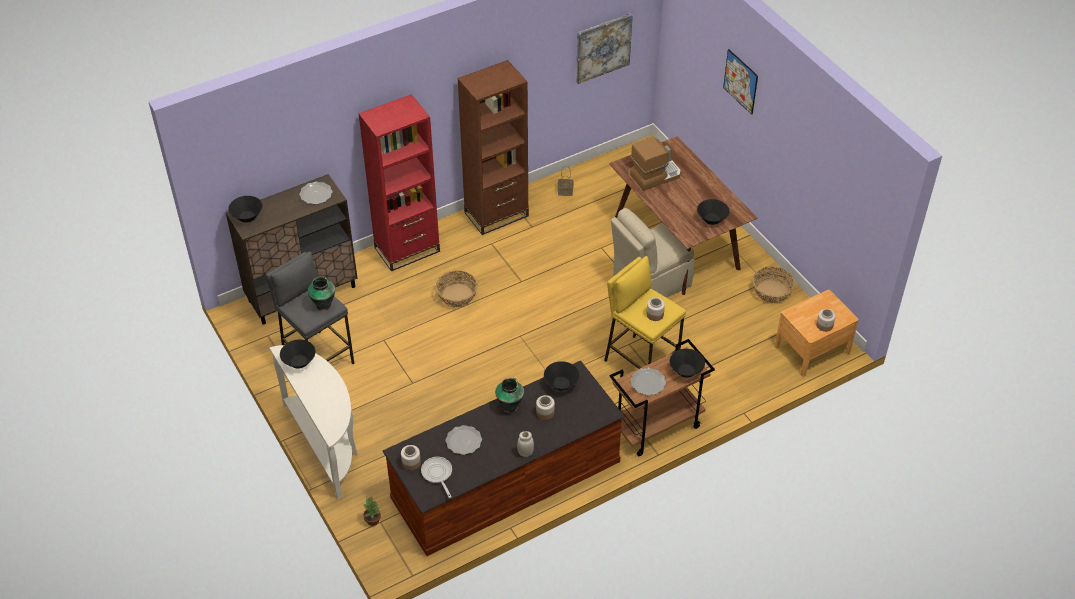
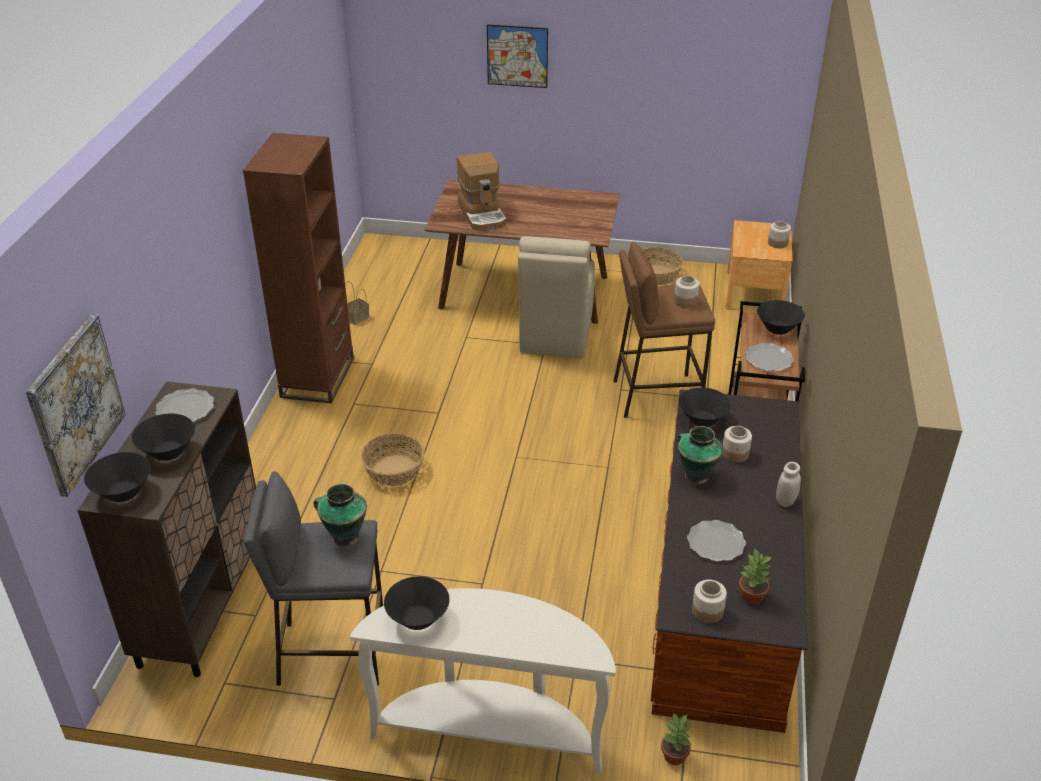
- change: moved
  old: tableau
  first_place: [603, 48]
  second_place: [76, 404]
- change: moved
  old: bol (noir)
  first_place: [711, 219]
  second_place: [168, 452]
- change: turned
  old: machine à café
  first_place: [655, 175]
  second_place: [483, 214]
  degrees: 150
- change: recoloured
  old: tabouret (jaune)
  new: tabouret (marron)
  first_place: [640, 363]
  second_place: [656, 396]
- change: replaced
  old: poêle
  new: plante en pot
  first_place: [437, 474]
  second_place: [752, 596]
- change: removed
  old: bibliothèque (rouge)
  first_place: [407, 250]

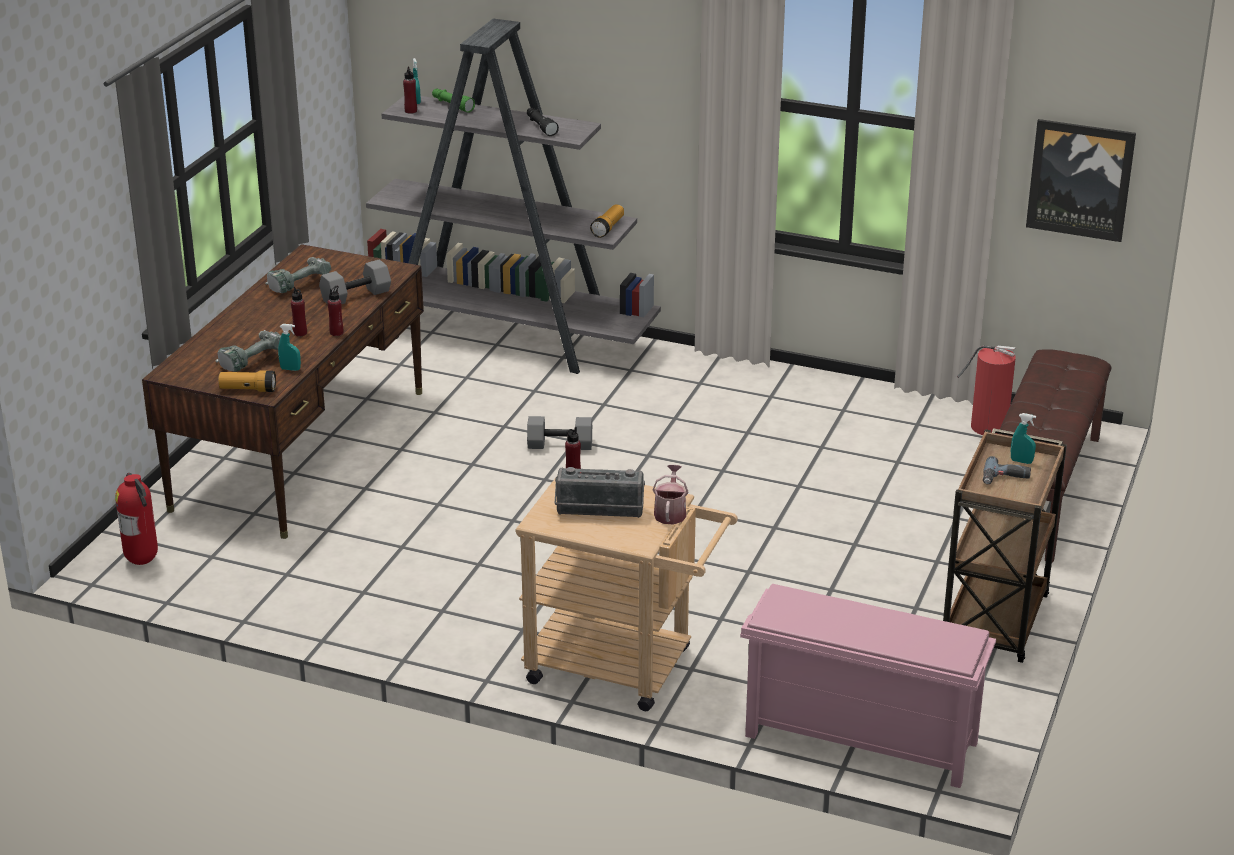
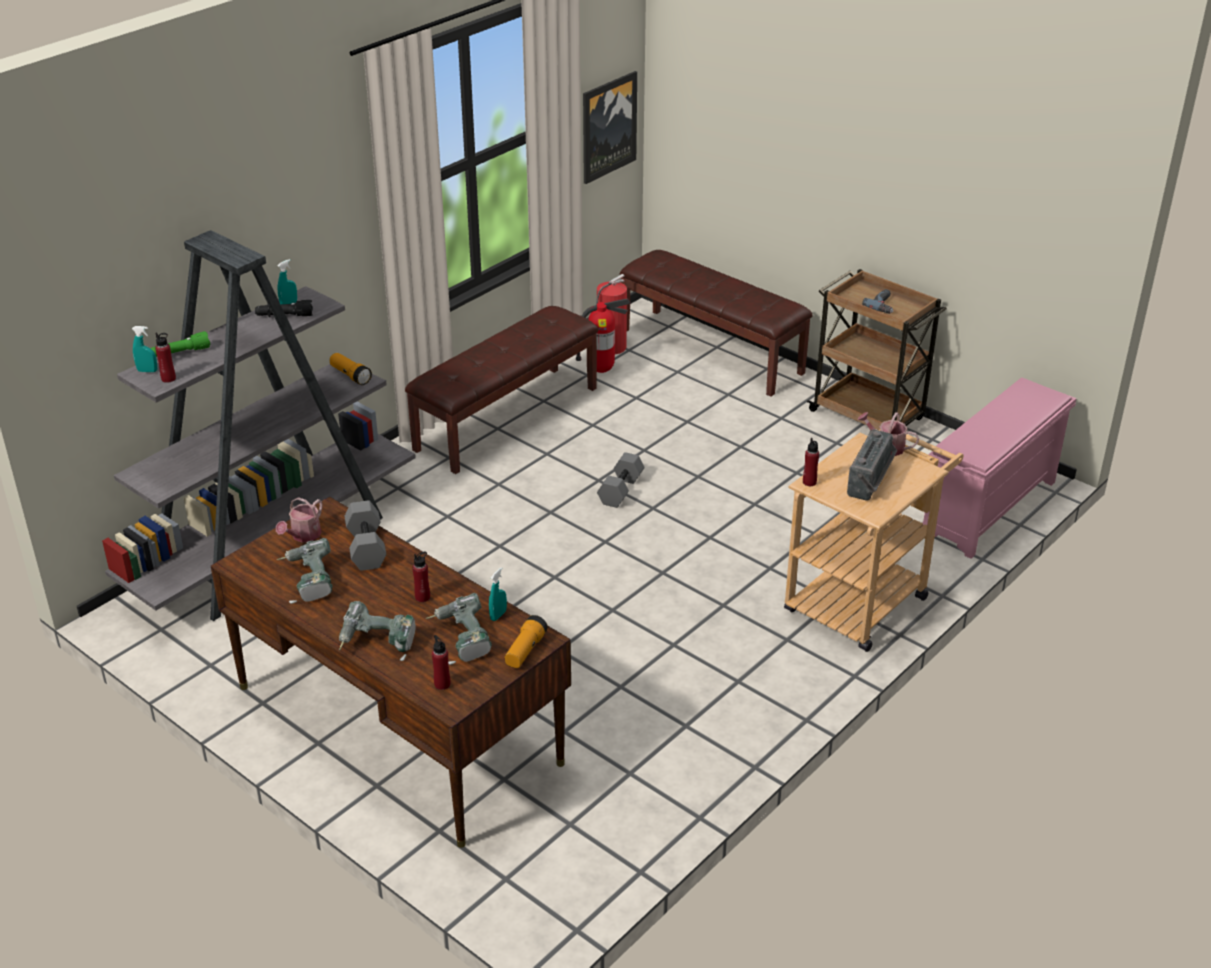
- change: added
  new: arrosoir
  second_place: [303, 536]
- change: moved
  old: vaporisateur (turquoise)
  first_place: [1021, 461]
  second_place: [289, 304]
- change: added
  new: perceuse
  second_place: [377, 644]
- change: added
  new: banc (marron)
  second_place: [506, 418]
- change: moved
  old: bouteille (rouge)
  first_place: [336, 332]
  second_place: [442, 684]
- change: moved
  old: extincteur
  first_place: [143, 561]
  second_place: [601, 370]
- change: moved
  old: haltère (gris)
  first_place: [559, 445]
  second_place: [621, 491]

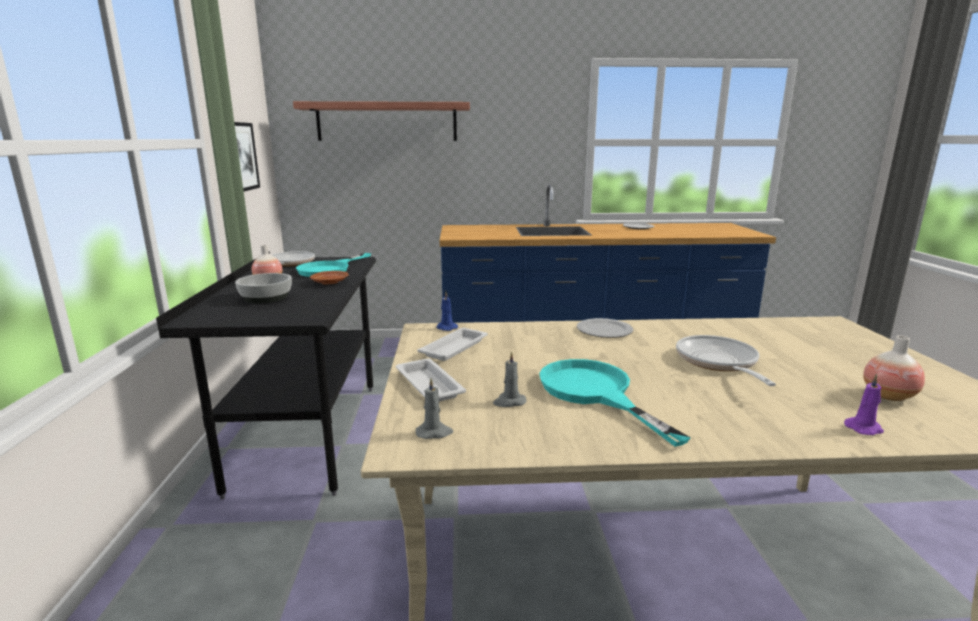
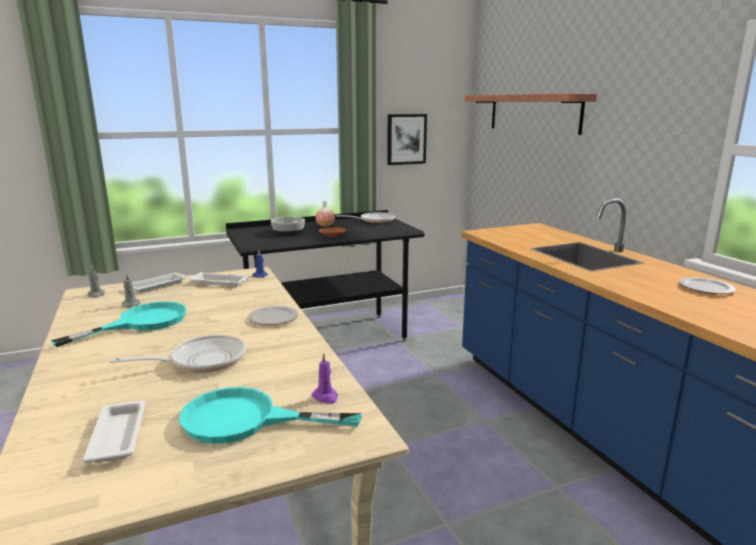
- change: replaced
  old: vase
  new: plateau (blanc)
  first_place: [888, 396]
  second_place: [118, 435]
- change: moved
  old: poêle (turquoise)
  first_place: [330, 269]
  second_place: [246, 420]
- change: moved
  old: bougie (violet)
  first_place: [864, 428]
  second_place: [325, 397]

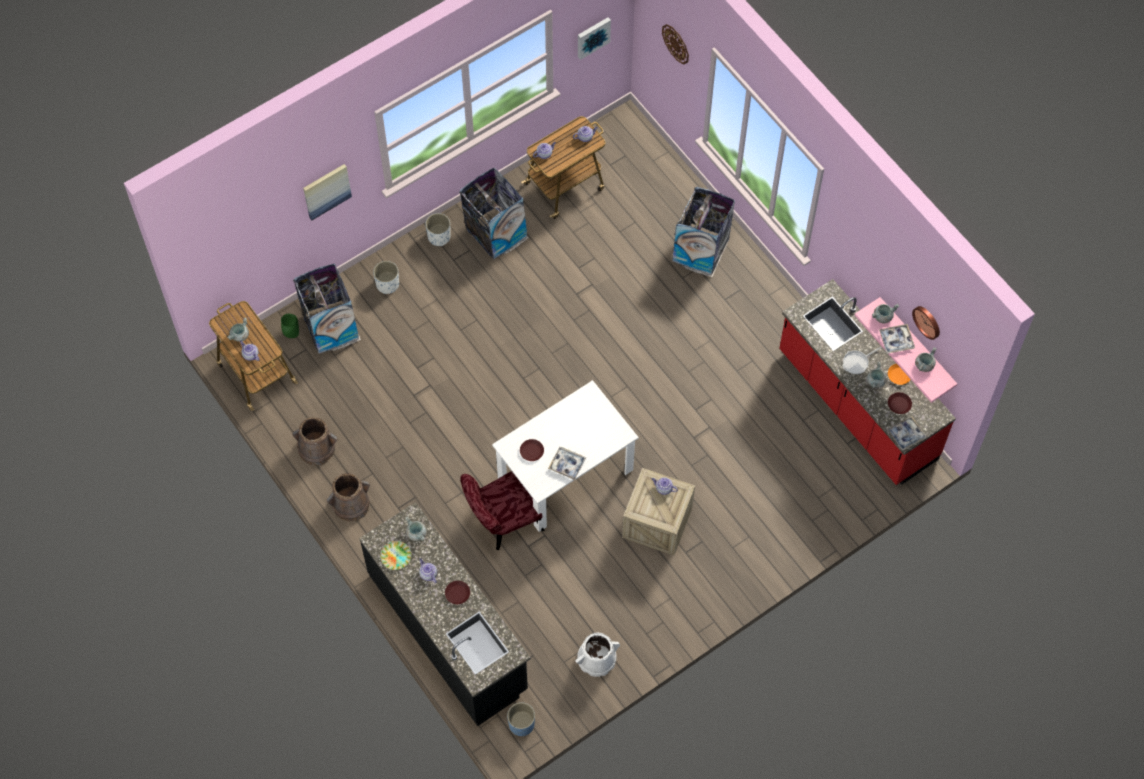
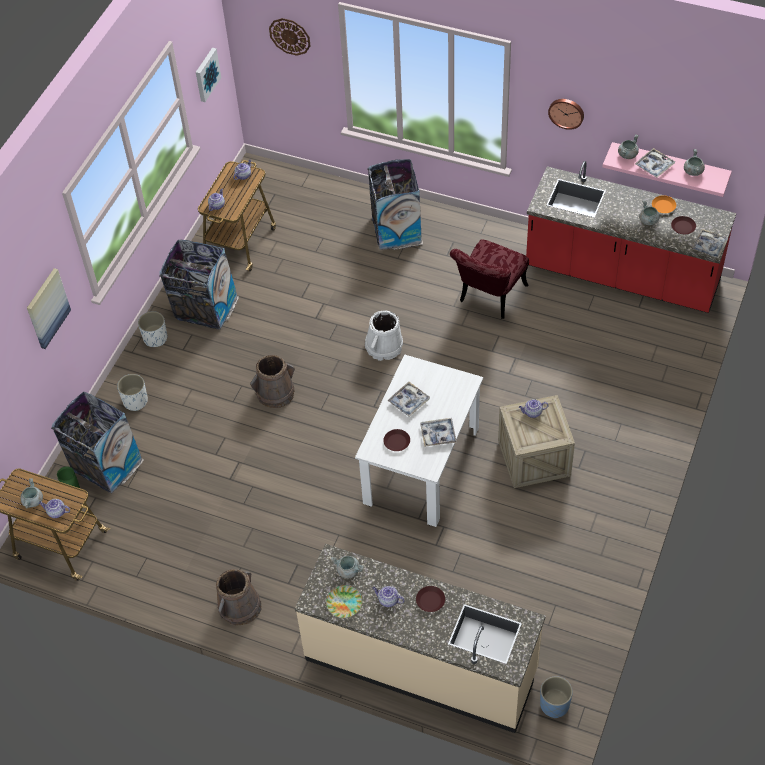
- change: moved
  old: seau (marron)
  first_place: [317, 448]
  second_place: [275, 392]
- change: recoloured
  old: comptoir de cuisine (noir)
  new: comptoir de cuisine (beige)
  first_place: [449, 632]
  second_place: [421, 664]
- change: moved
  old: seau (blanc)
  first_place: [596, 659]
  second_place: [384, 346]
- change: added
  new: plateau
  second_place: [409, 401]
- change: moved
  old: chaise (rouge)
  first_place: [502, 522]
  second_place: [489, 298]
- change: moved
  old: horloge murale
  first_place: [927, 321]
  second_place: [566, 112]
- change: removed
  old: poêle
  first_place: [857, 362]

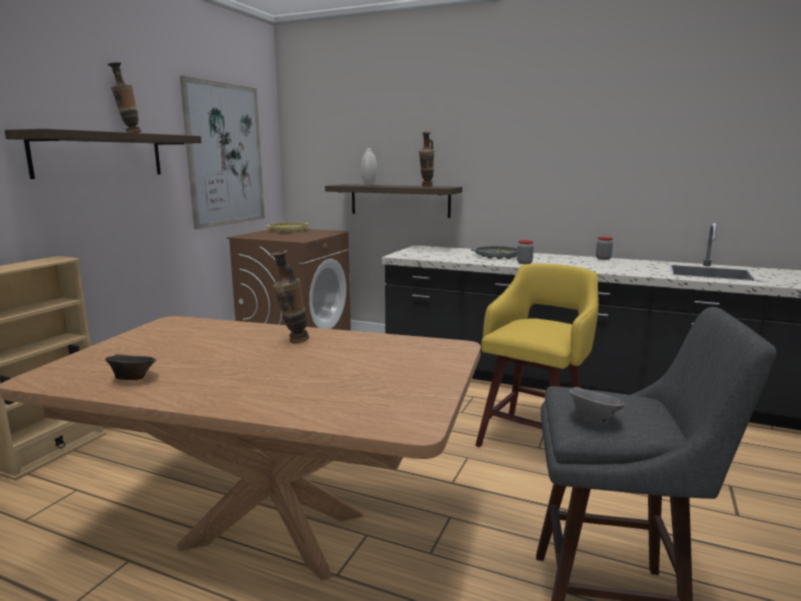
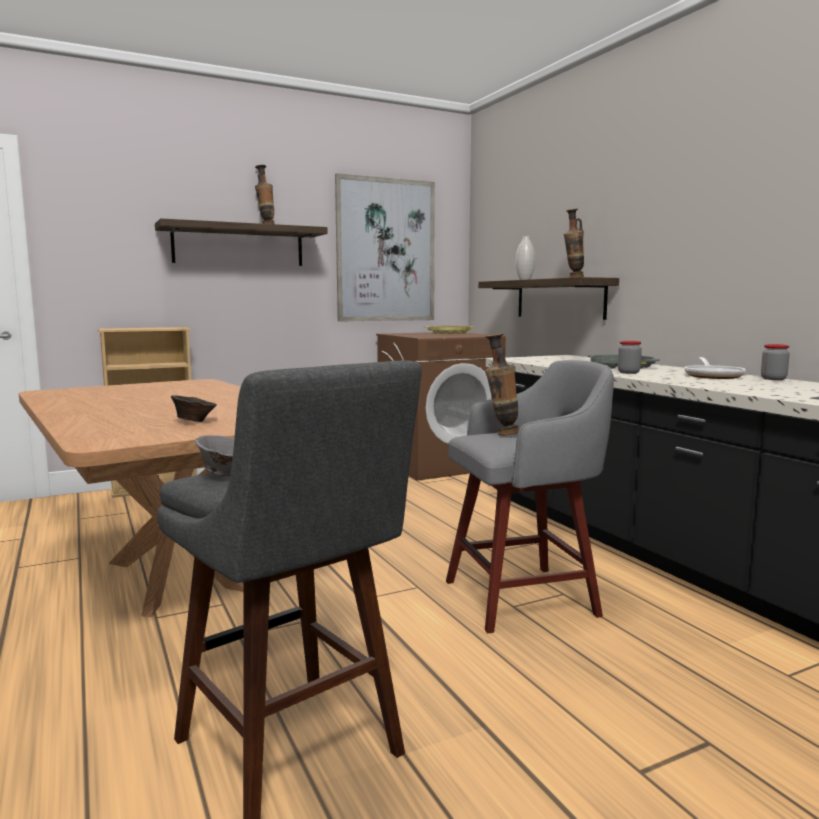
- change: moved
  old: bol (marron)
  first_place: [132, 379]
  second_place: [194, 421]
- change: recoloured
  old: tabouret (jaune)
  new: tabouret (gris)
  first_place: [534, 439]
  second_place: [525, 597]
- change: moved
  old: vase
  first_place: [292, 341]
  second_place: [501, 434]
- change: added
  new: poêle
  second_place: [713, 376]

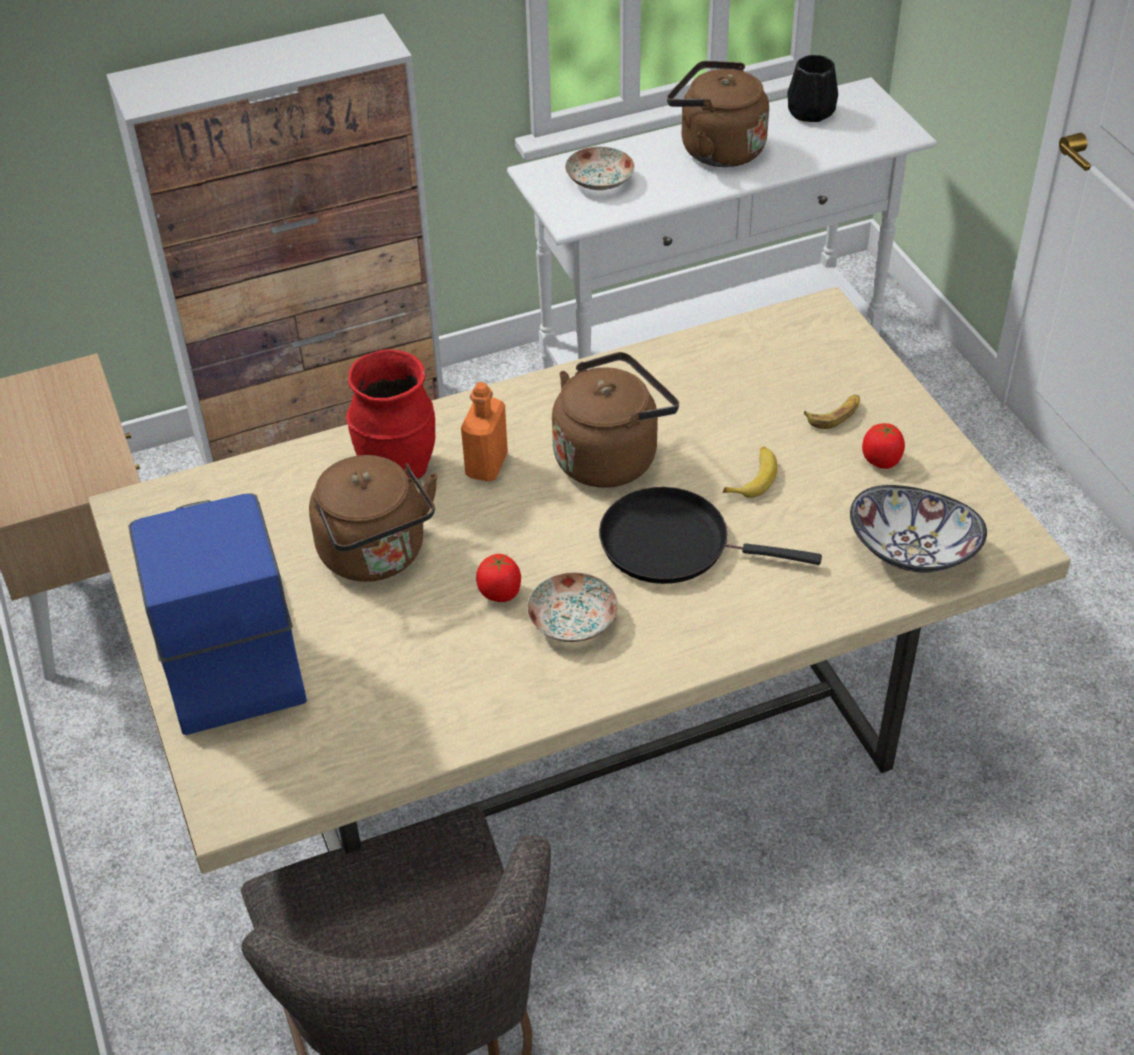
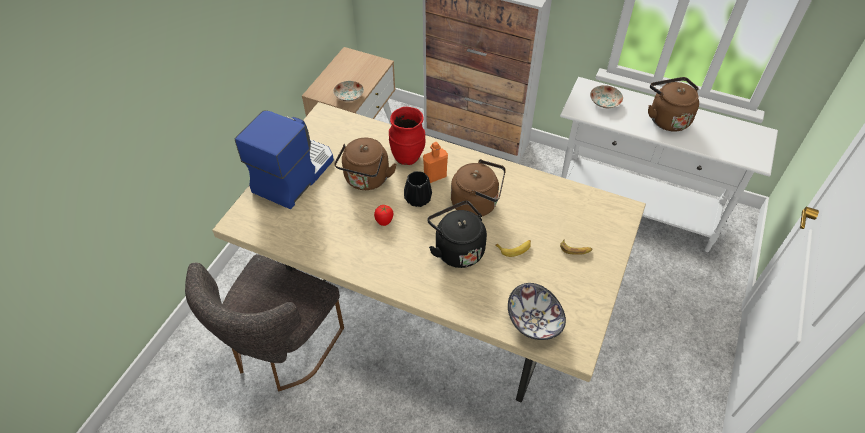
- change: moved
  old: assiette
  first_place: [572, 621]
  second_place: [348, 96]
- change: moved
  old: vase (noir)
  first_place: [811, 113]
  second_place: [417, 199]
- change: replaced
  old: poêle (noir)
  new: bouilloire (noir)
  first_place: [673, 543]
  second_place: [457, 249]
- change: removed
  old: tomate
  first_place: [881, 461]

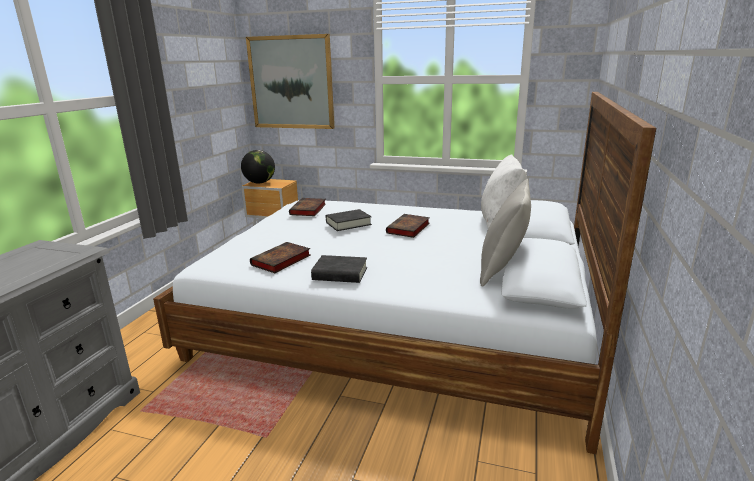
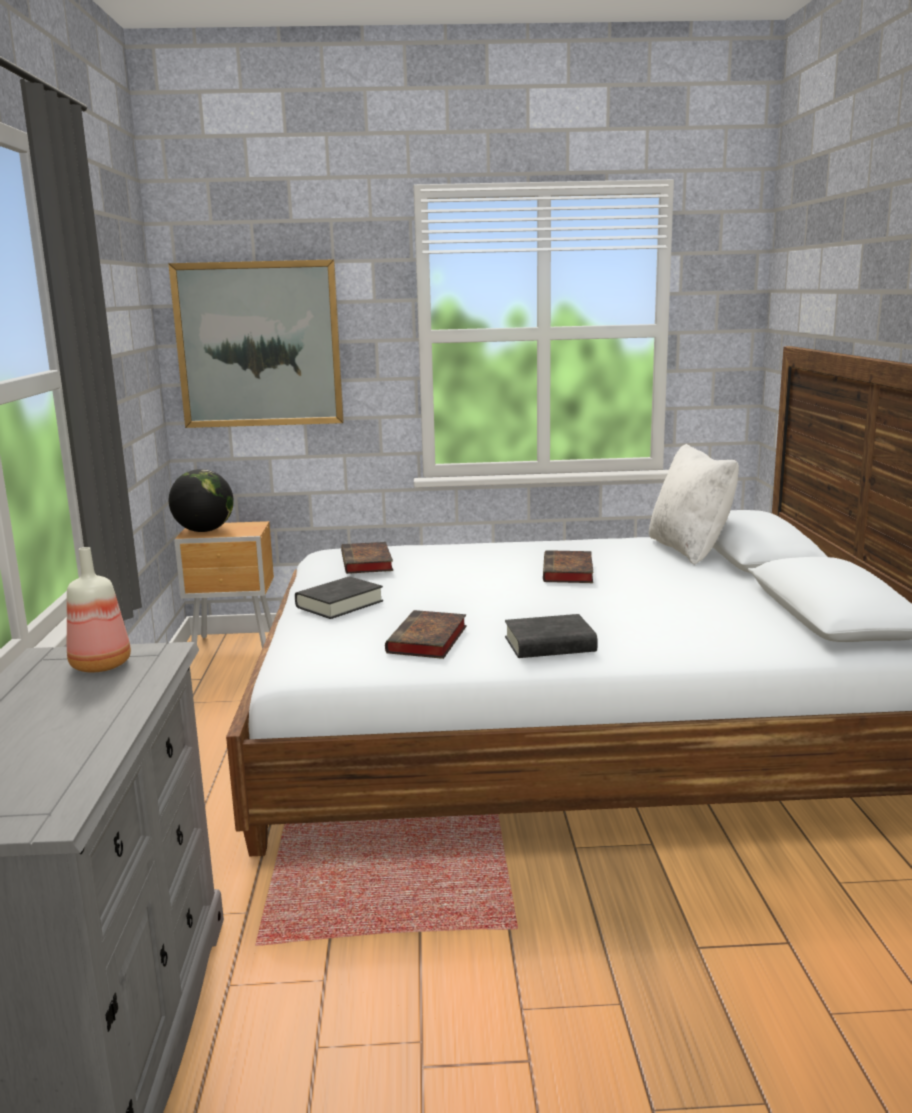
- change: added
  new: bouteille
  second_place: [103, 665]
- change: moved
  old: livre (noir)
  first_place: [348, 223]
  second_place: [339, 604]
- change: removed
  old: coussin (gris)
  first_place: [502, 270]

